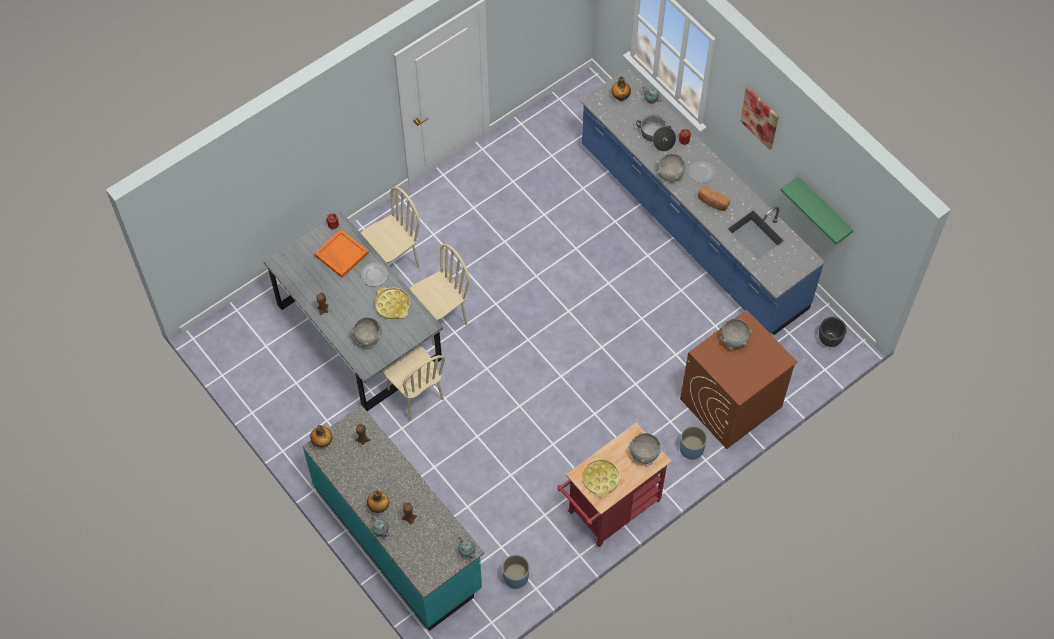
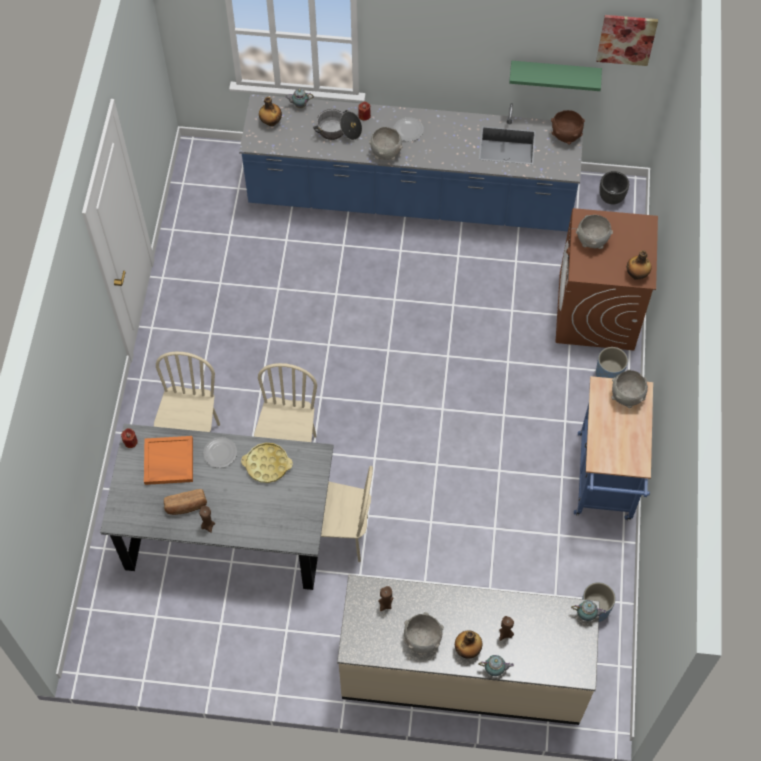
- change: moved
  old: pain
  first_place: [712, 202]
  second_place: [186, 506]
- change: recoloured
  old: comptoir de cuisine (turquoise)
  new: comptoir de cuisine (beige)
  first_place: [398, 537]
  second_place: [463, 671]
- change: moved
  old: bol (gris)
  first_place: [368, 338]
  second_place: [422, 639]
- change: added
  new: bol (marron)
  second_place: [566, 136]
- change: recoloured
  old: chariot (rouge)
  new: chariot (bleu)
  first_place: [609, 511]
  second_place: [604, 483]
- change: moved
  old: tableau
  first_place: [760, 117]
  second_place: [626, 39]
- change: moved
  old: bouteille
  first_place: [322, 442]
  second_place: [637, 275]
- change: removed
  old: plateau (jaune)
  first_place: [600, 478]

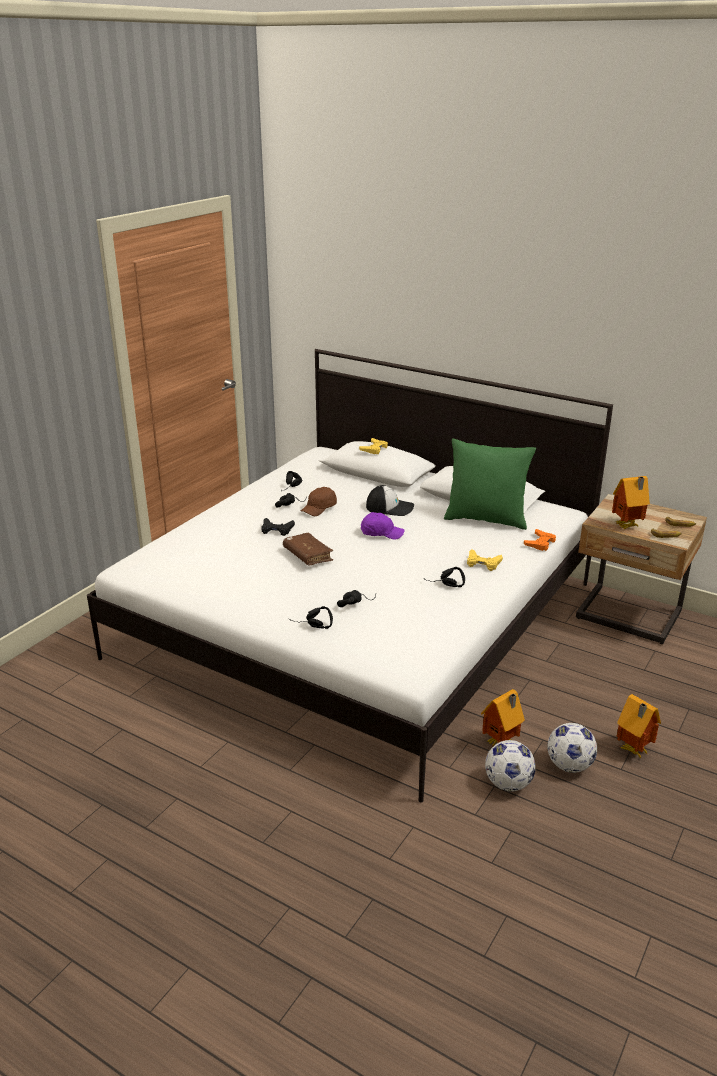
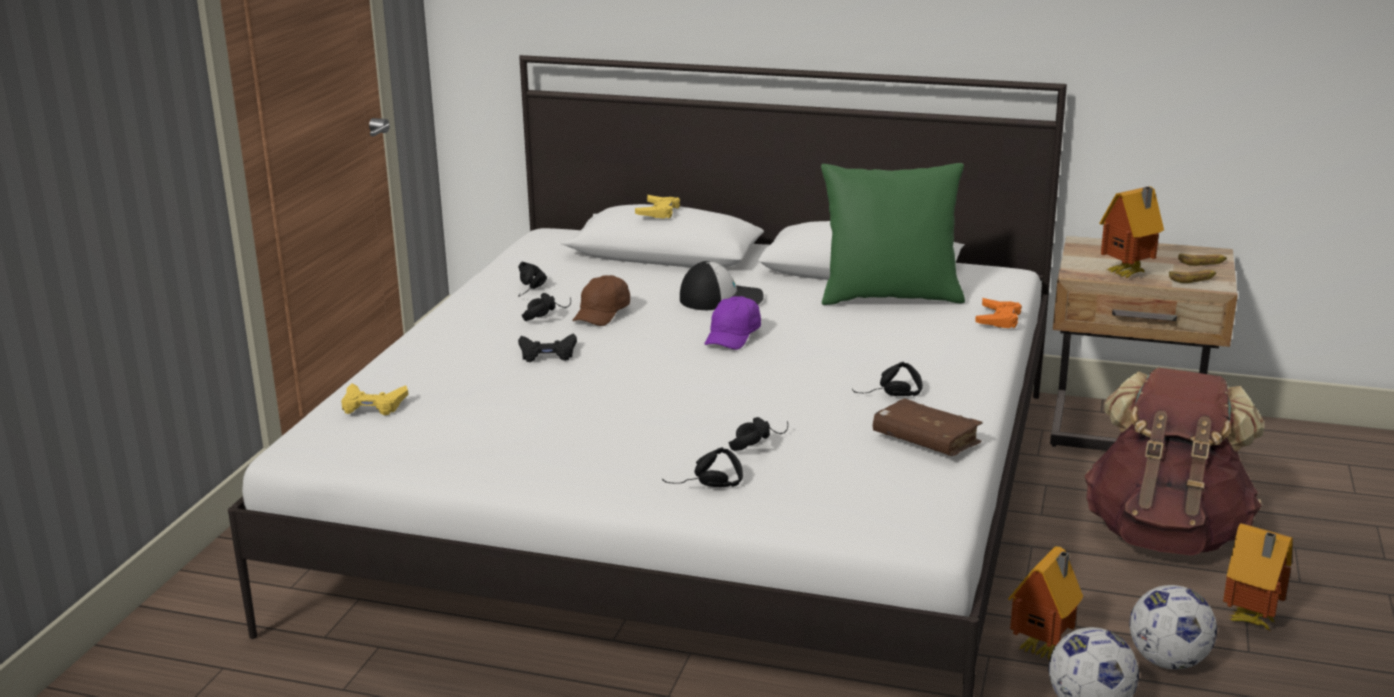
- change: moved
  old: manette (jaune)
  first_place: [483, 563]
  second_place: [373, 405]
- change: turned
  old: casquette (violet)
  first_place: [381, 533]
  second_place: [733, 336]
  degrees: 120
- change: moved
  old: livre (marron)
  first_place: [307, 555]
  second_place: [925, 440]
- change: added
  new: sac à dos (marron)
  second_place: [1166, 534]

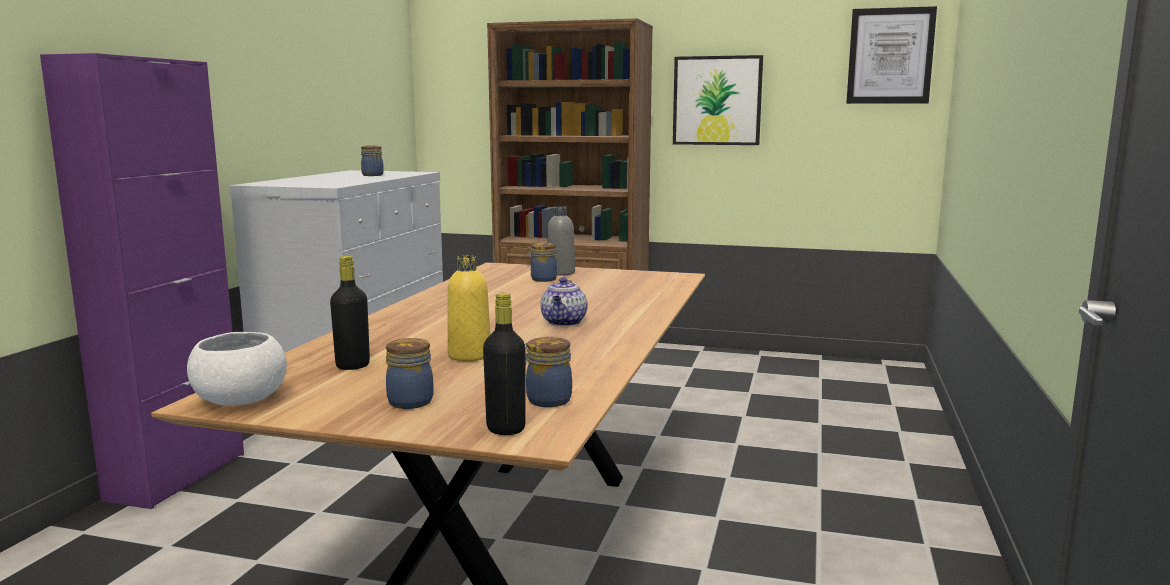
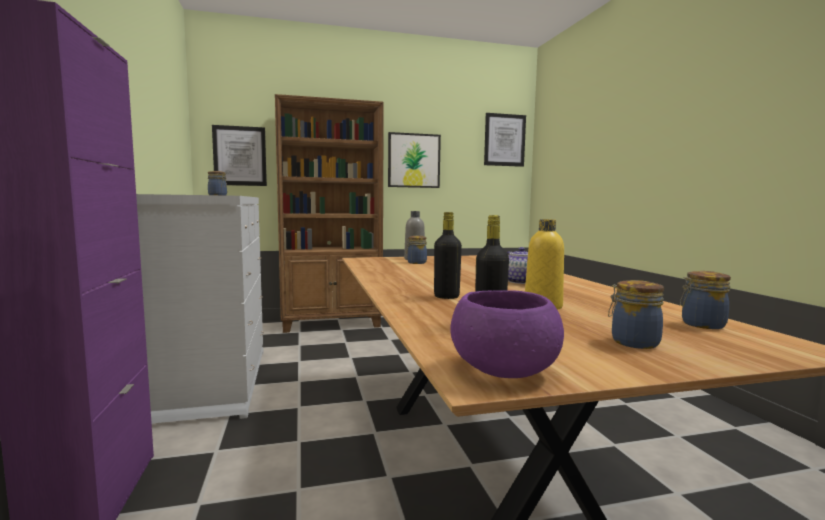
- change: added
  new: tableau
  second_place: [240, 156]
- change: moved
  old: bouteille (noir)
  first_place: [506, 429]
  second_place: [446, 297]
- change: recoloured
  old: bol (blanc)
  new: bol (violet)
  first_place: [240, 400]
  second_place: [503, 371]

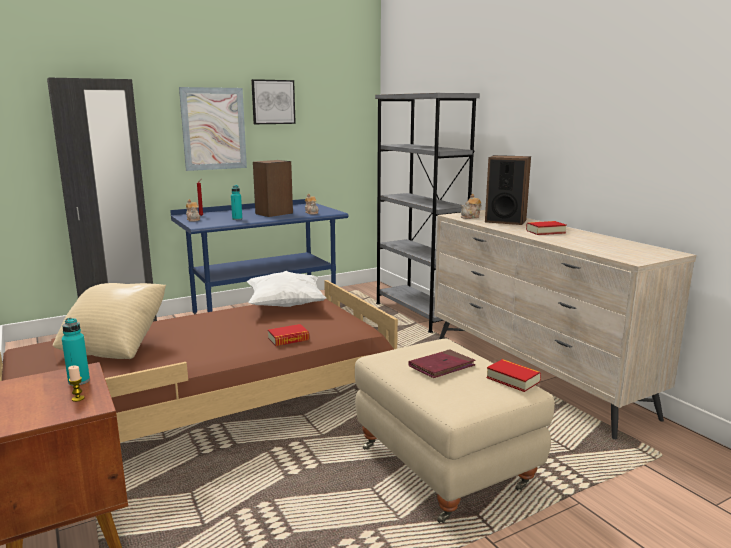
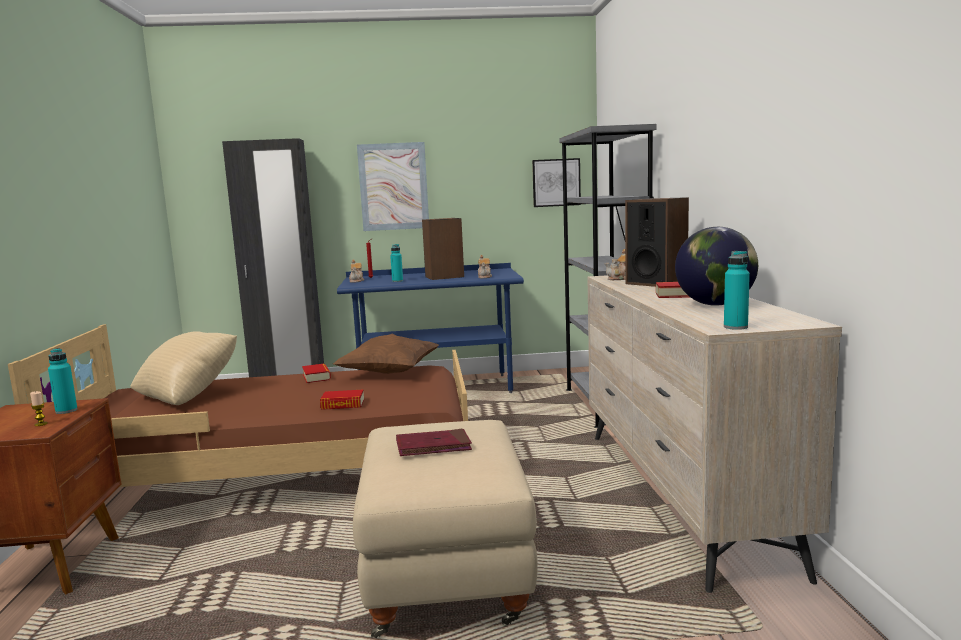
- change: moved
  old: livre
  first_place: [513, 380]
  second_place: [316, 377]
- change: recoloured
  old: coussin (blanc)
  new: coussin (marron)
  first_place: [285, 306]
  second_place: [389, 373]
- change: moved
  old: tableau
  first_place: [273, 102]
  second_place: [556, 182]
- change: added
  new: globe
  second_place: [715, 304]
- change: added
  new: bouteille (turquoise)
  second_place: [735, 327]

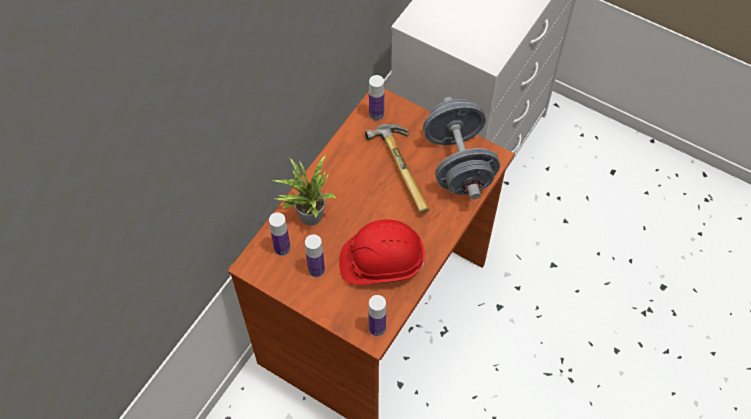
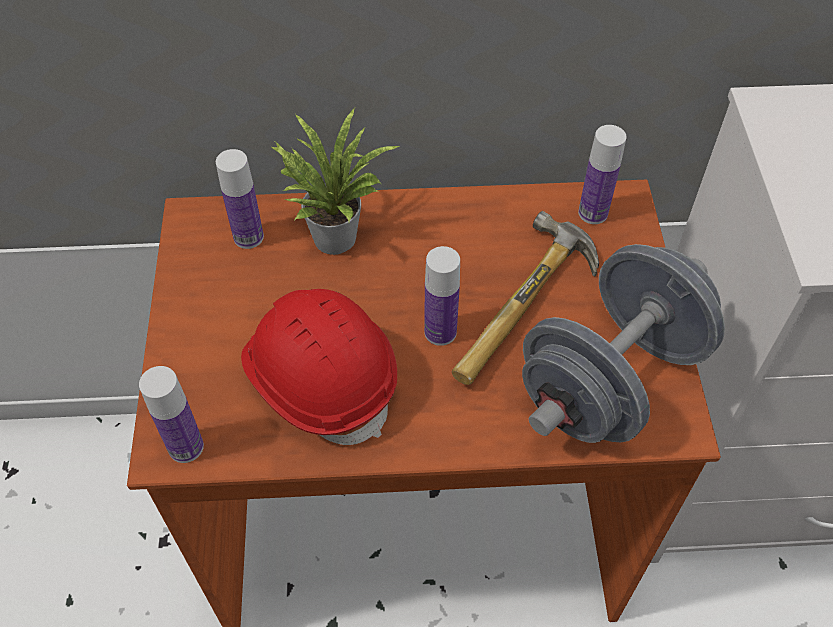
- change: moved
  old: bouteille
  first_place: [316, 270]
  second_place: [440, 332]

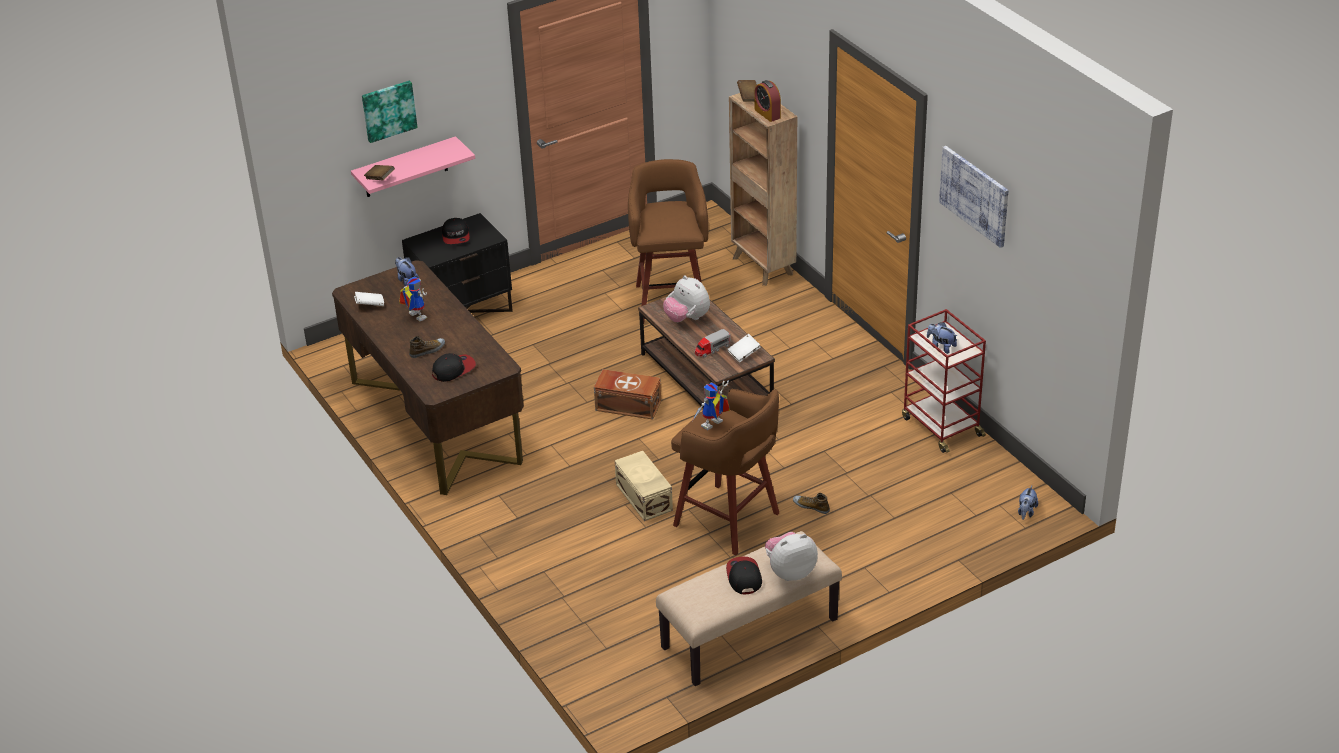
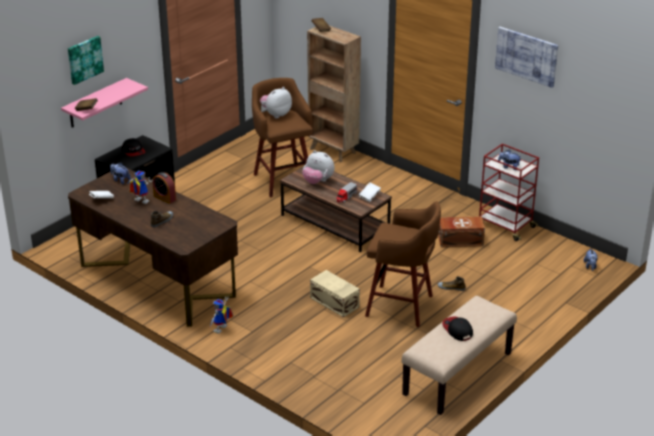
- change: moved
  old: réveil
  first_place: [767, 114]
  second_place: [164, 198]
- change: moved
  old: robot jouet
  first_place: [713, 426]
  second_place: [221, 330]
- change: moved
  old: peluche
  first_place: [790, 571]
  second_place: [276, 114]
- change: moved
  old: boîte de rangement (marron)
  first_place: [627, 405]
  second_place: [459, 240]
- change: removed
  old: casquette
  first_place: [453, 369]

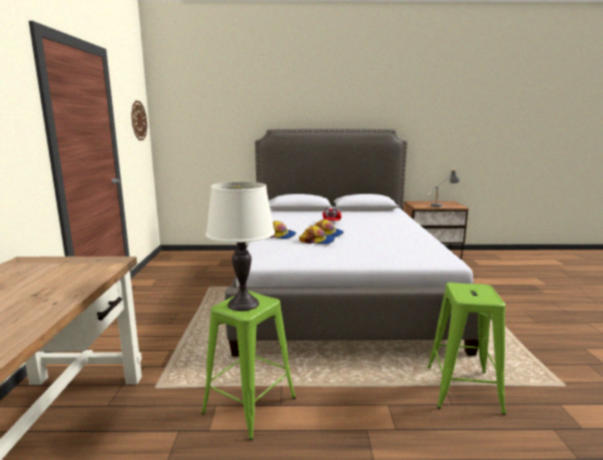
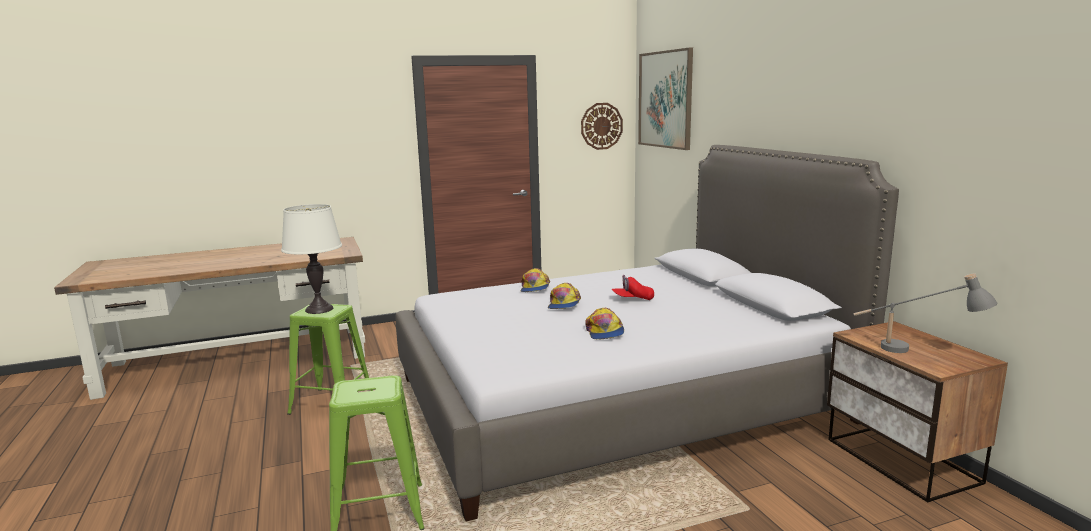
- change: moved
  old: casquette
  first_place: [317, 240]
  second_place: [604, 332]
- change: added
  new: tableau
  second_place: [665, 99]

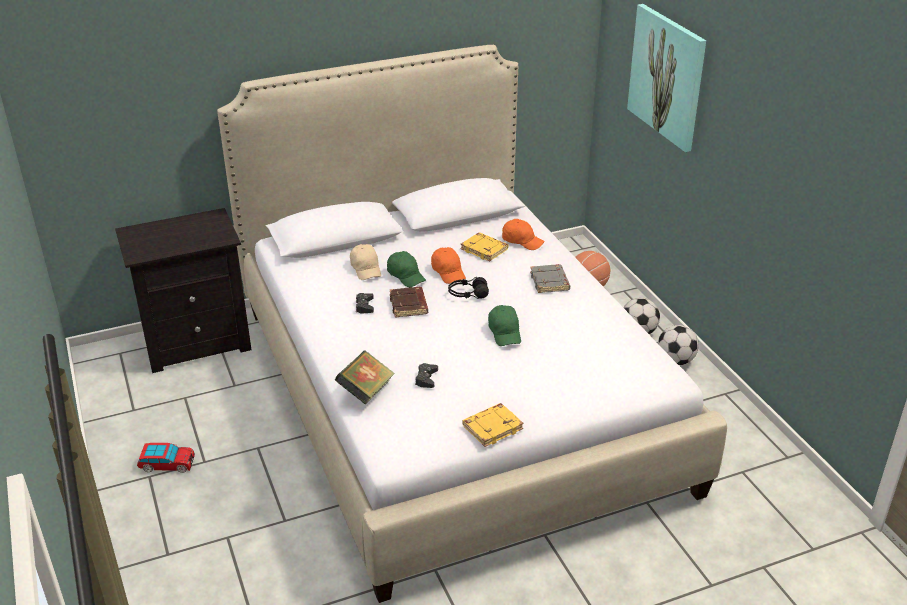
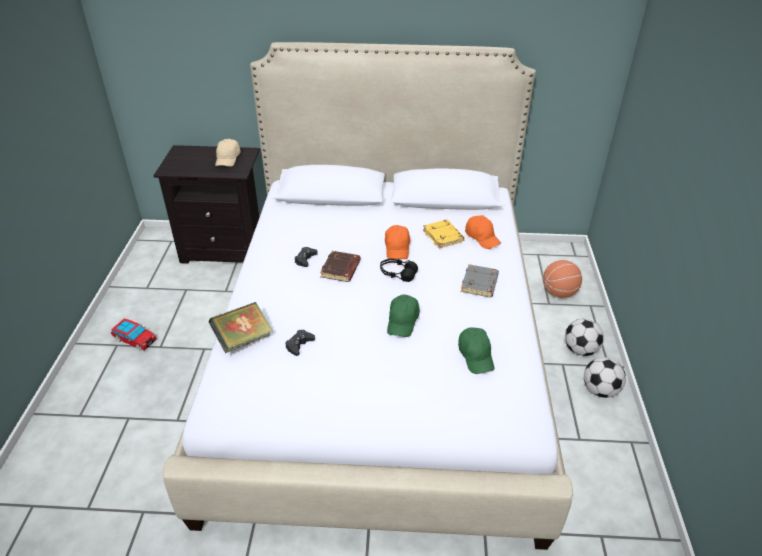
- change: moved
  old: casquette (beige)
  first_place: [366, 269]
  second_place: [228, 159]
- change: moved
  old: casquette (vert)
  first_place: [406, 276]
  second_place: [476, 356]
- change: removed
  old: livre (jaune)
  first_place: [492, 427]
- change: removed
  old: tableau
  first_place: [666, 76]

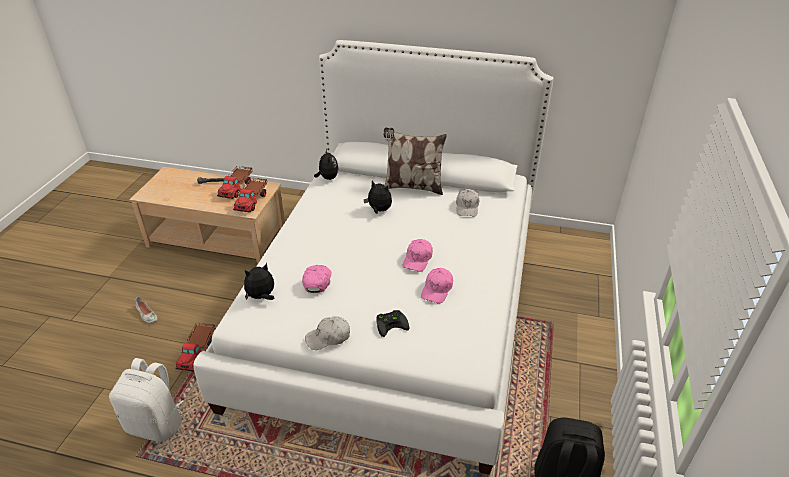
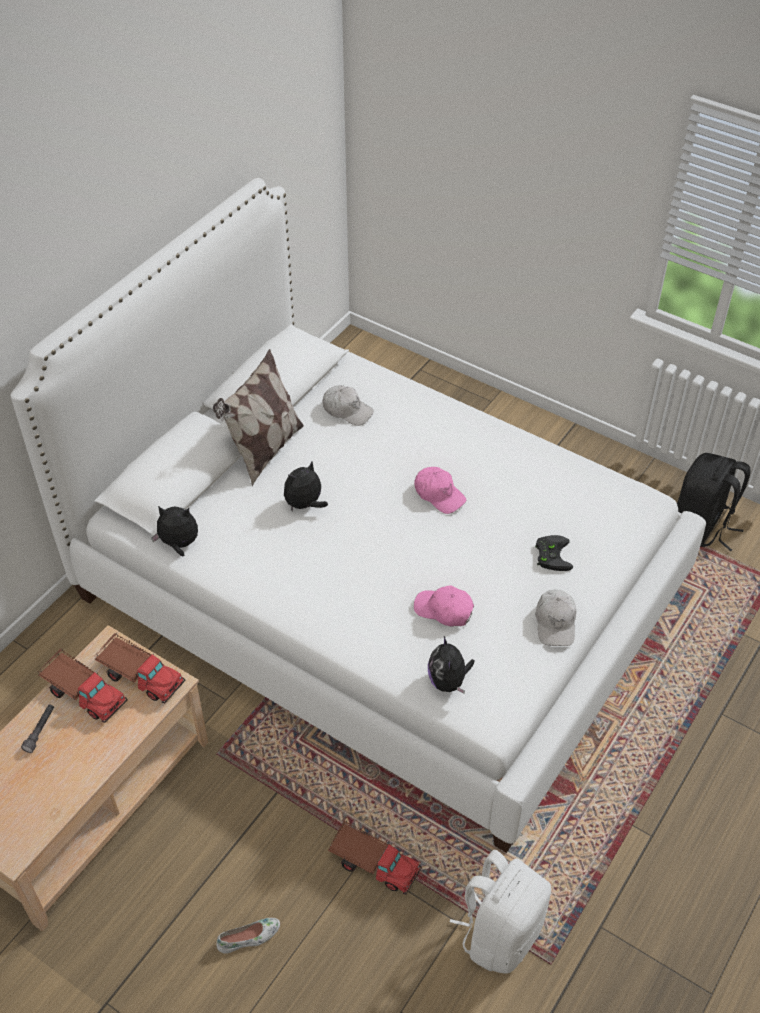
- change: removed
  old: casquette (rose)
  first_place: [437, 289]

